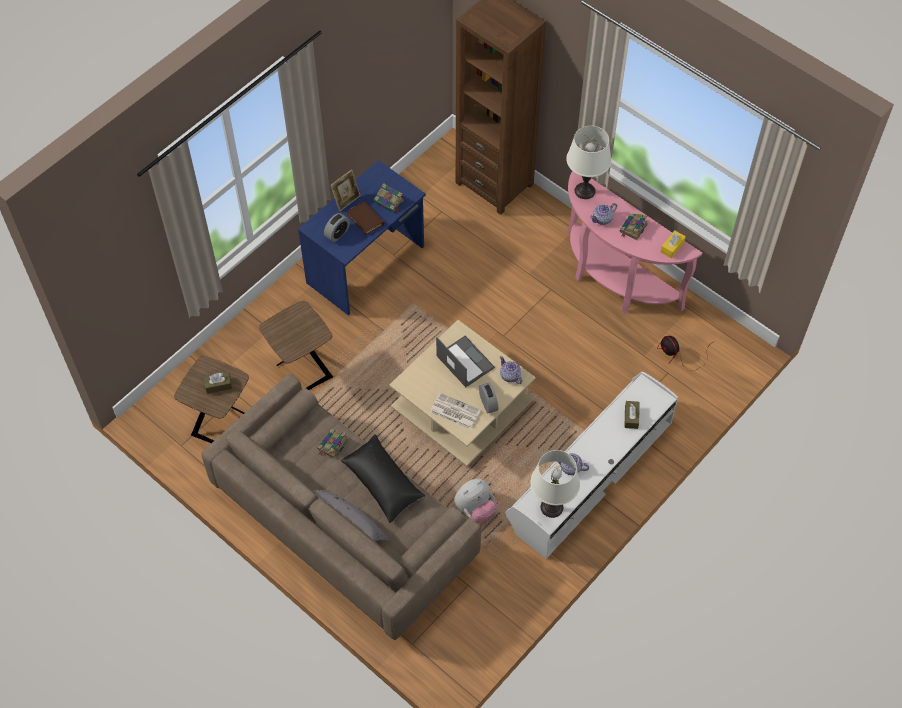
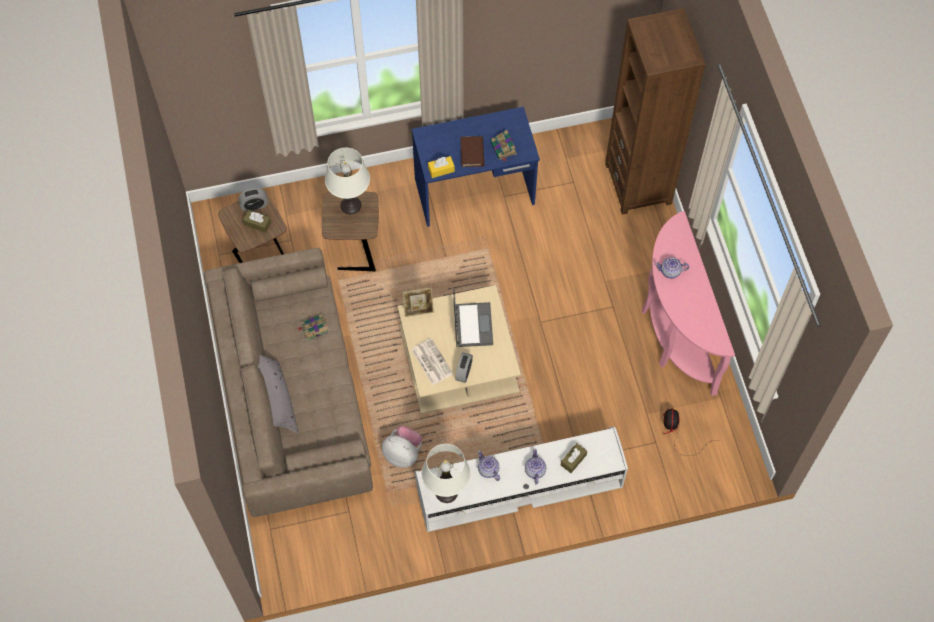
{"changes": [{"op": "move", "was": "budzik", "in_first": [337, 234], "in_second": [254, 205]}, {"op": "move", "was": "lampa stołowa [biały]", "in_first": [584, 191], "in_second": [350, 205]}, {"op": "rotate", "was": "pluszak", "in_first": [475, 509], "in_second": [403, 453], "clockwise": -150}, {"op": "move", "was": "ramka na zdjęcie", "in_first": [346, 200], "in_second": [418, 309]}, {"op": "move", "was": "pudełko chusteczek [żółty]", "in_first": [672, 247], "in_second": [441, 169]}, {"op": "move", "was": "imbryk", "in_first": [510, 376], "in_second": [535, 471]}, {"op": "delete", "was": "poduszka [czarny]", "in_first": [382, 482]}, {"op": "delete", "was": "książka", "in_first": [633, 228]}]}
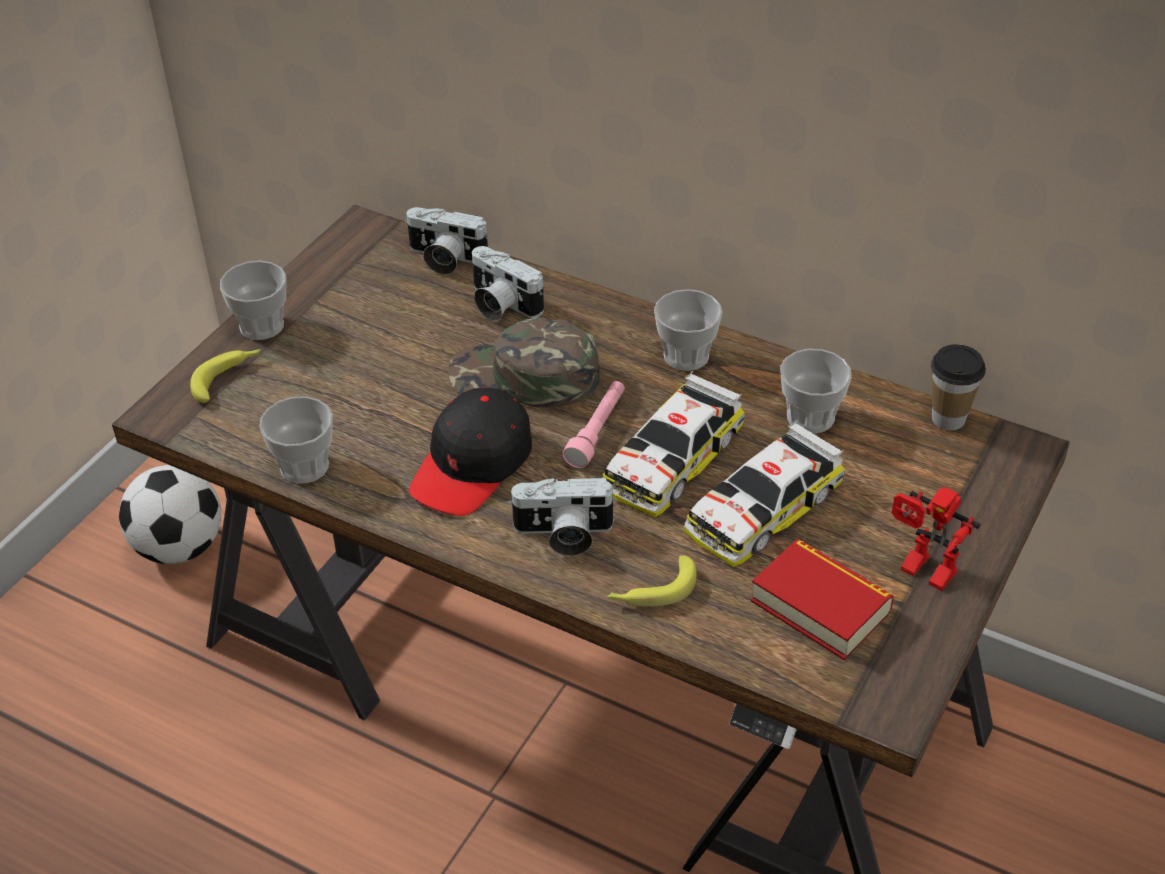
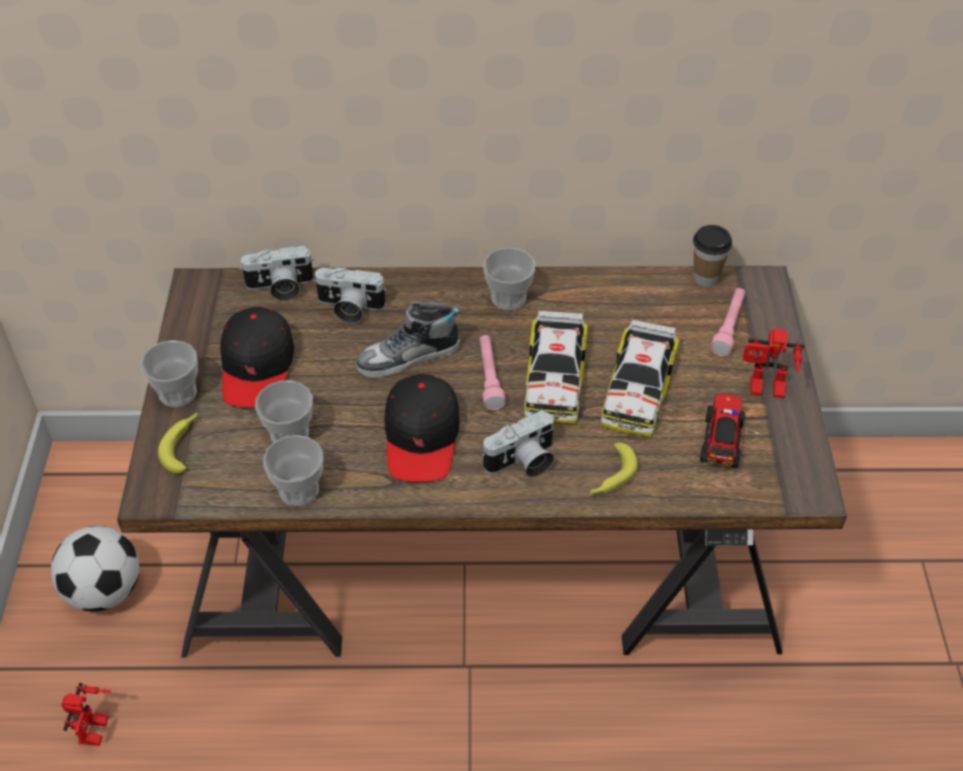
{"changes": [{"op": "insert", "now": "robot zabawkowy", "in_second": [97, 733]}, {"op": "insert", "now": "czapka z daszkiem [czarny]", "in_second": [257, 367]}, {"op": "move", "was": "filiżanka", "in_first": [810, 417], "in_second": [289, 434]}, {"op": "replace", "was": "czapka z daszkiem [zielony]", "now": "but", "in_first": [524, 377], "in_second": [408, 357]}, {"op": "replace", "was": "książka", "now": "ciężarówka zabawkowa", "in_first": [820, 606], "in_second": [721, 440]}, {"op": "insert", "now": "latarka [różowy]", "in_second": [729, 327]}]}
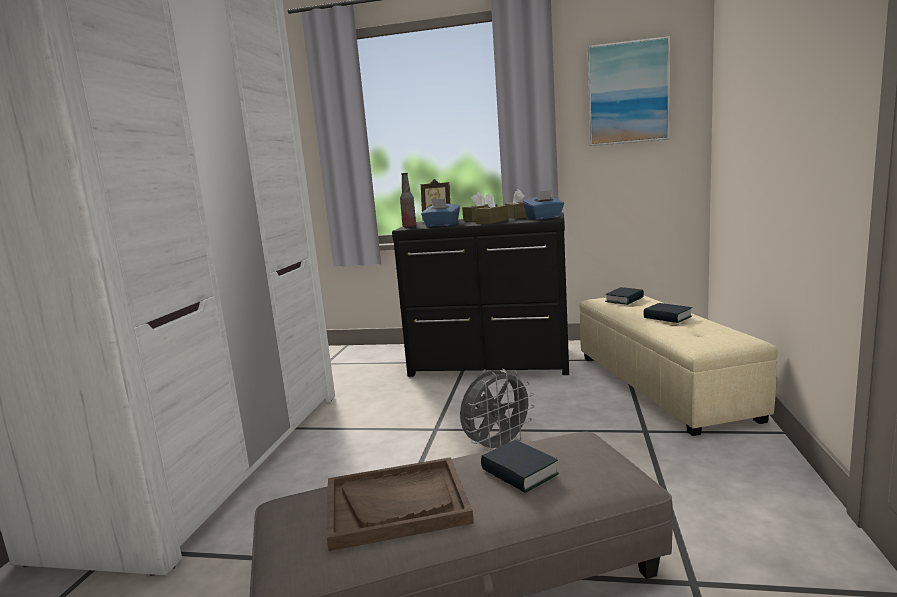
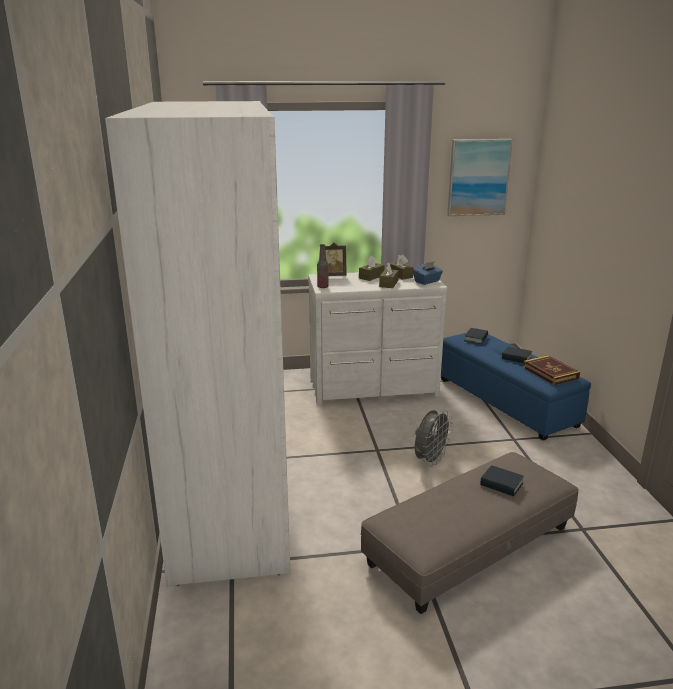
{"changes": [{"op": "recolor", "was": "komoda [czarny]", "now": "komoda [biały]", "in_first": [491, 364], "in_second": [374, 388]}, {"op": "recolor", "was": "pufa [beżowy]", "now": "pufa [niebieski]", "in_first": [662, 385], "in_second": [506, 401]}, {"op": "insert", "now": "książka", "in_second": [550, 373]}, {"op": "delete", "was": "taca [brązowy]", "in_first": [397, 505]}, {"op": "delete", "was": "pudełko chusteczek [niebieski]", "in_first": [441, 225]}]}
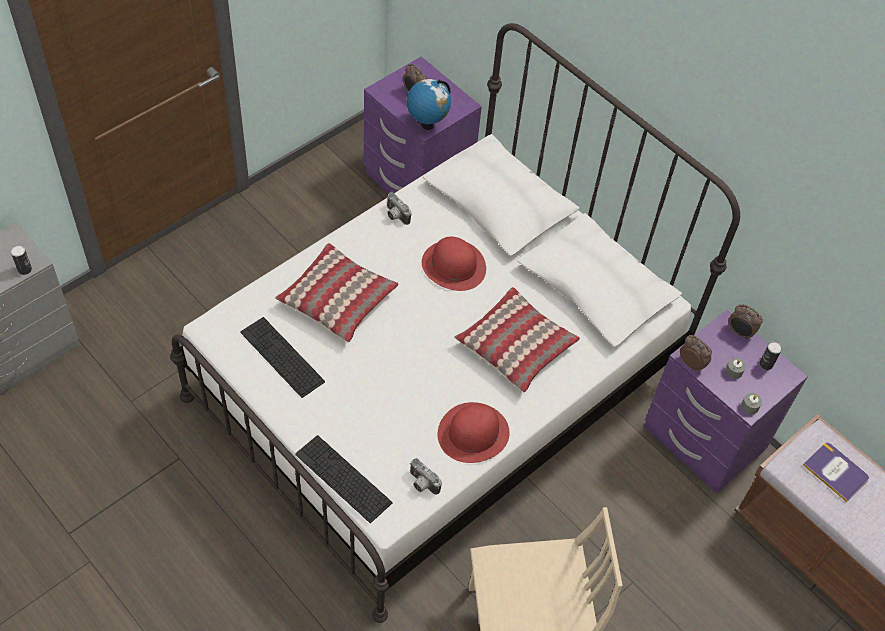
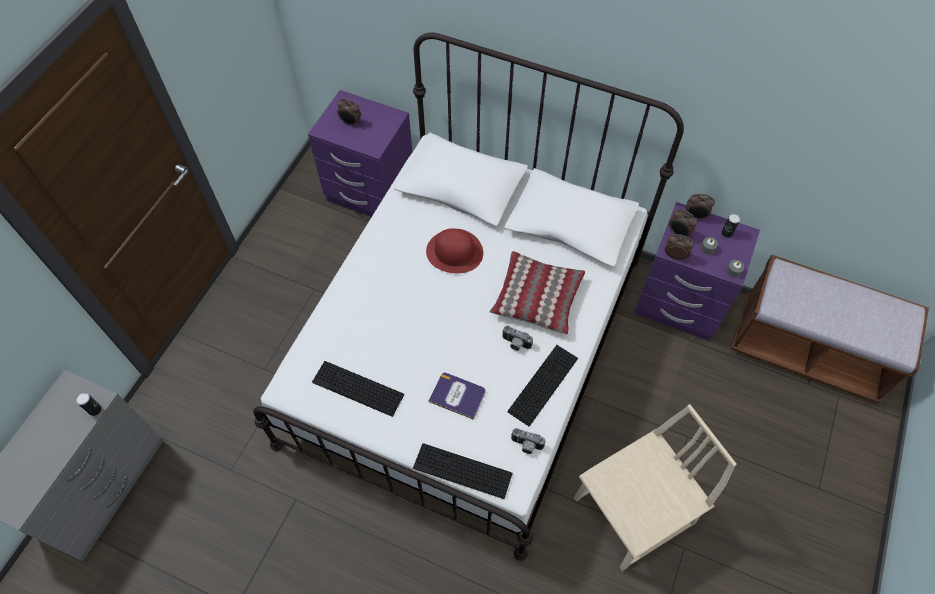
{"changes": [{"op": "move", "was": "książka", "in_first": [836, 472], "in_second": [457, 395]}, {"op": "move", "was": "aparat fotograficzny", "in_first": [395, 216], "in_second": [515, 344]}, {"op": "replace", "was": "kapelusz [czerwony]", "now": "klawiatura", "in_first": [473, 433], "in_second": [543, 384]}, {"op": "insert", "now": "budzik", "in_second": [678, 233]}, {"op": "delete", "was": "poduszka", "in_first": [337, 299]}, {"op": "delete", "was": "globus", "in_first": [427, 124]}]}
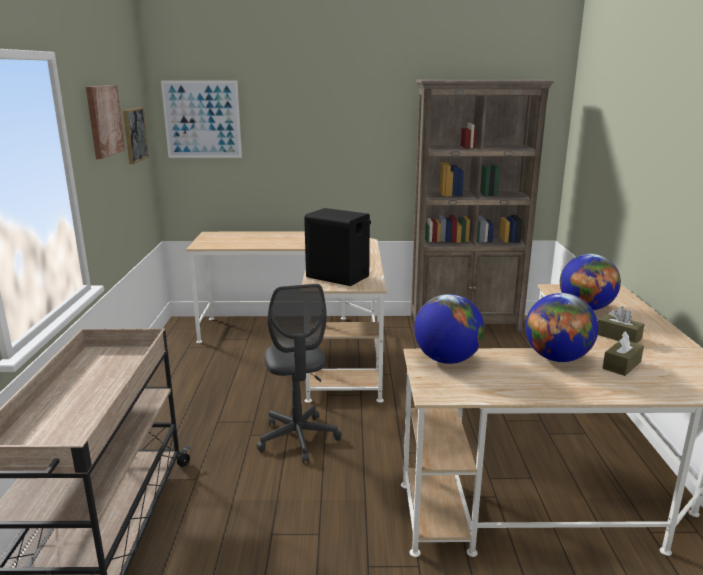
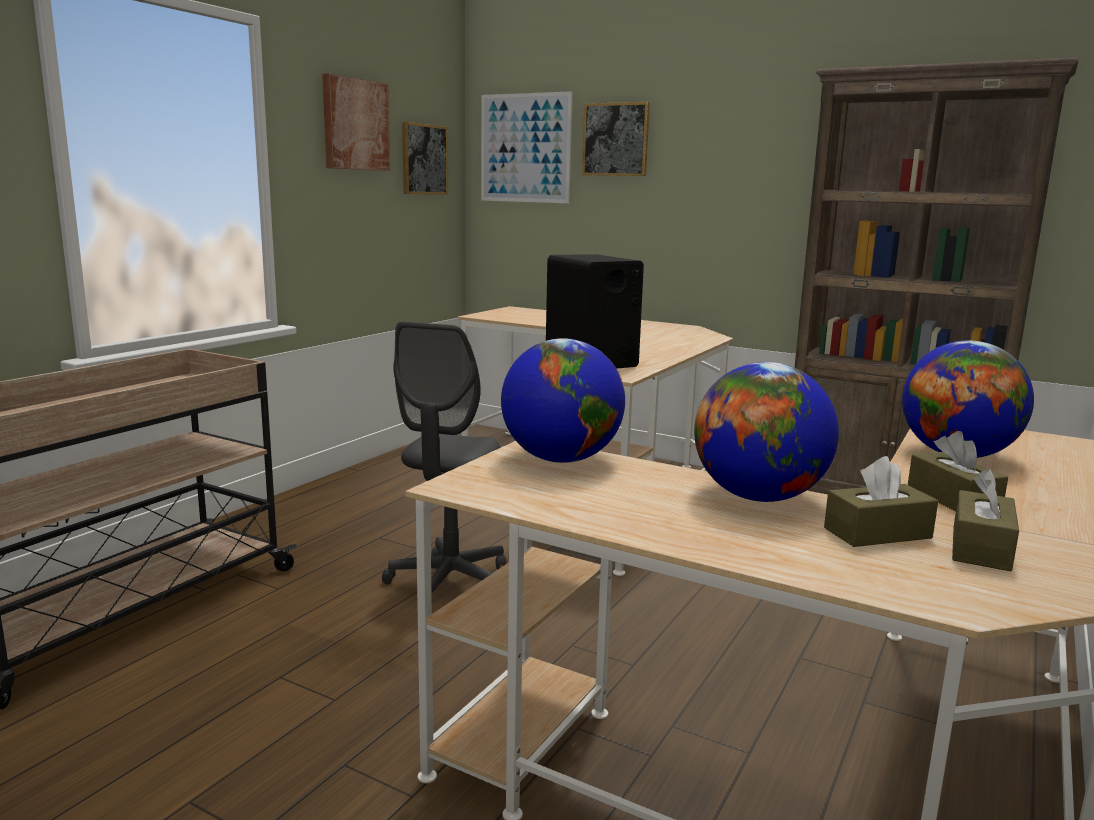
{"changes": [{"op": "insert", "now": "obraz", "in_second": [616, 139]}, {"op": "insert", "now": "pudełko chusteczek [brązowy]", "in_second": [980, 548]}]}
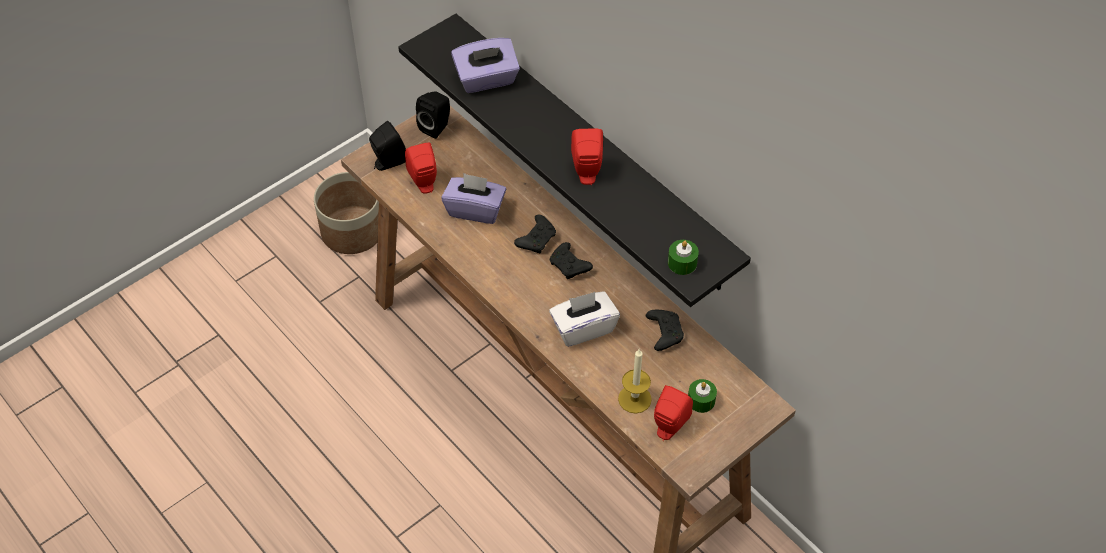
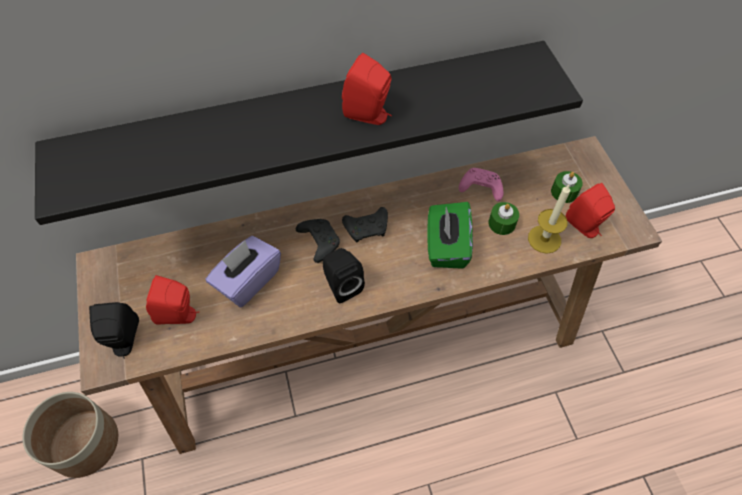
{"changes": [{"op": "move", "was": "głośnik [czarny]", "in_first": [436, 127], "in_second": [342, 285]}, {"op": "recolor", "was": "pudełko chusteczek [biały]", "now": "pudełko chusteczek [zielony]", "in_first": [583, 328], "in_second": [446, 246]}, {"op": "recolor", "was": "pad do gier [czarny]", "now": "pad do gier [różowy]", "in_first": [664, 332], "in_second": [479, 188]}, {"op": "move", "was": "świeca [zielony]", "in_first": [682, 263], "in_second": [502, 223]}, {"op": "delete", "was": "pudełko chusteczek [fioletowy]", "in_first": [486, 80]}]}
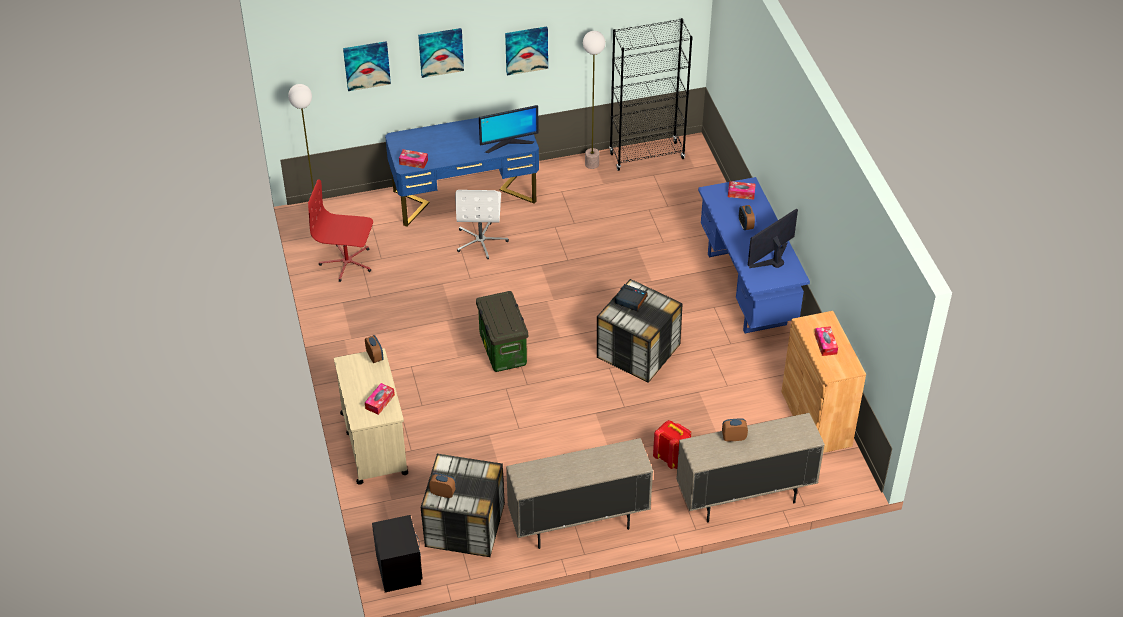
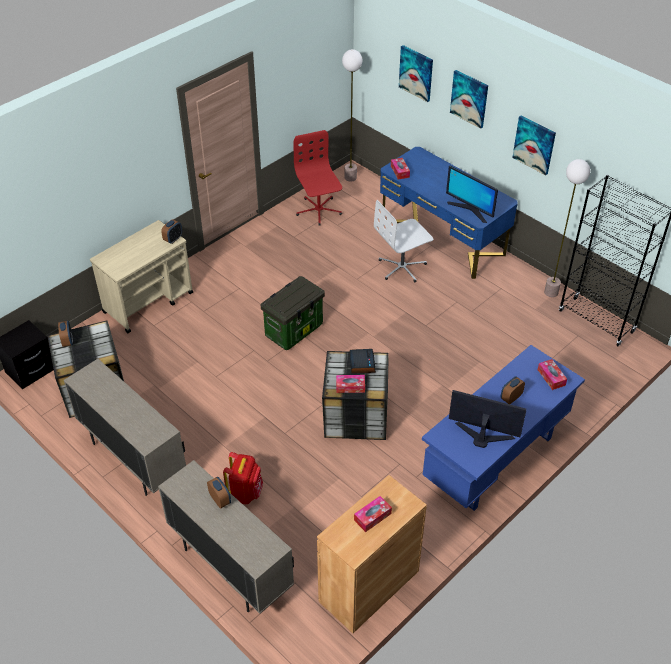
{"changes": [{"op": "move", "was": "pudełko chusteczek", "in_first": [380, 402], "in_second": [350, 387]}]}
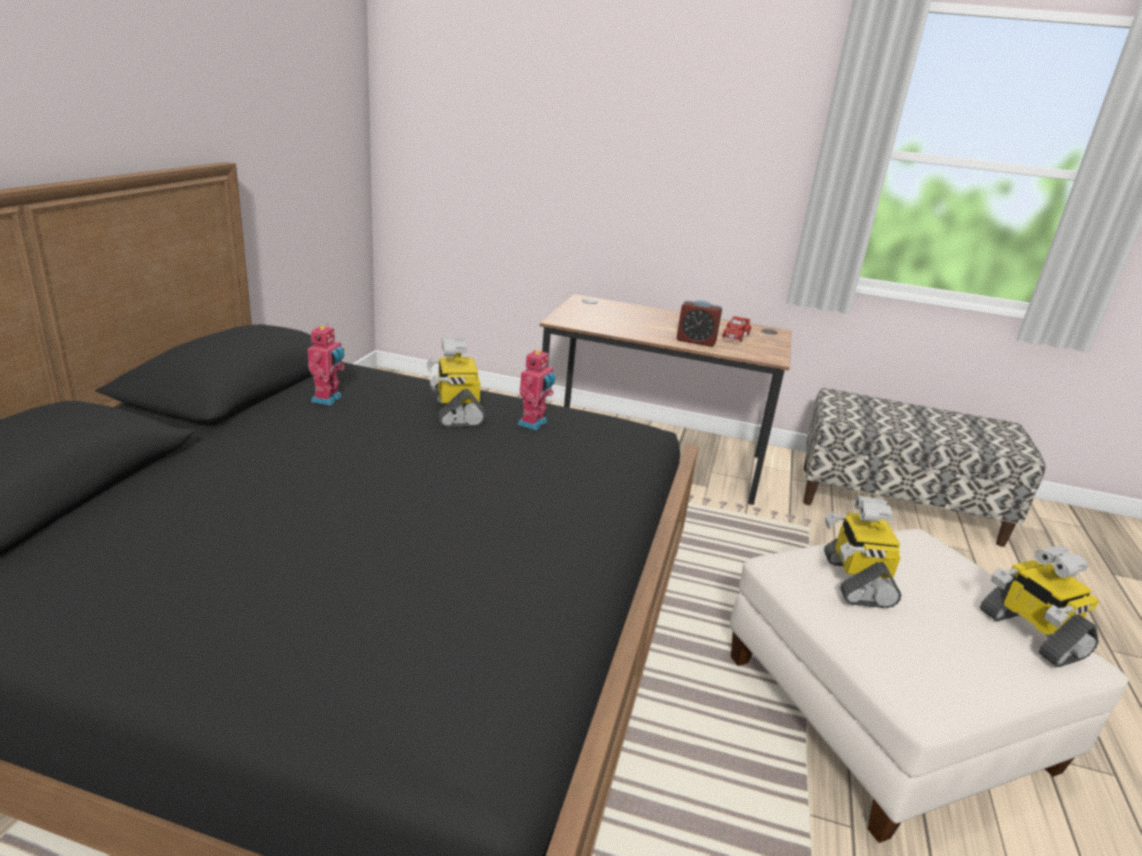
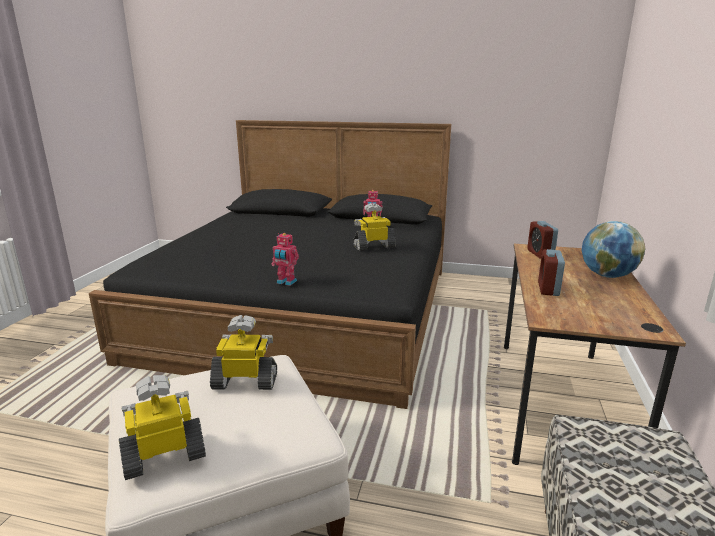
{"changes": [{"op": "move", "was": "robot zabawkowy", "in_first": [534, 423], "in_second": [286, 282]}, {"op": "insert", "now": "budzik", "in_second": [540, 254]}, {"op": "insert", "now": "globus", "in_second": [607, 275]}, {"op": "delete", "was": "ciężarówka zabawkowa", "in_first": [735, 336]}]}
